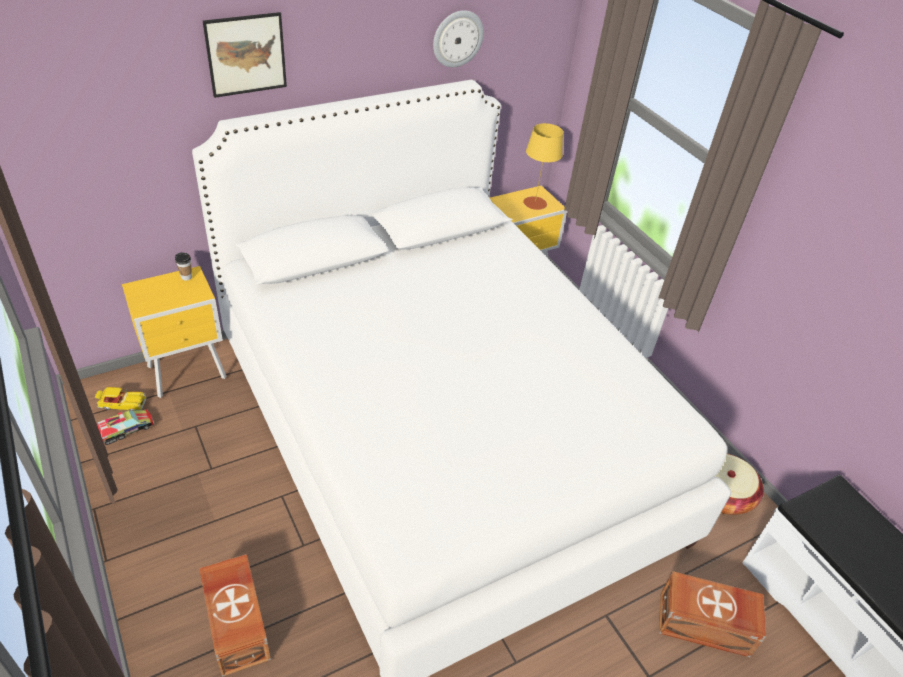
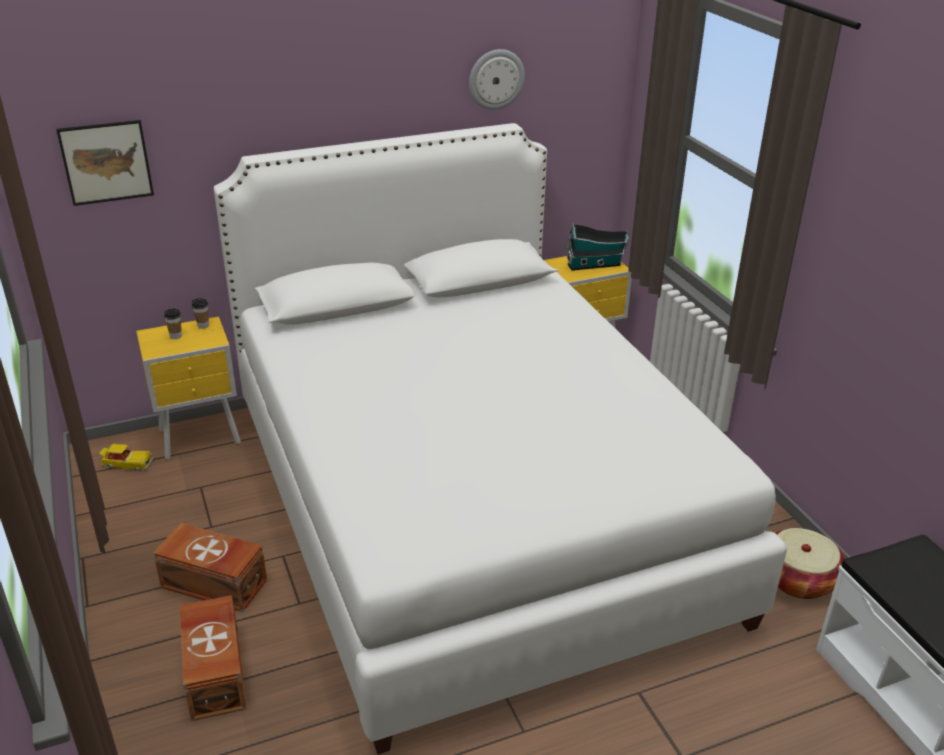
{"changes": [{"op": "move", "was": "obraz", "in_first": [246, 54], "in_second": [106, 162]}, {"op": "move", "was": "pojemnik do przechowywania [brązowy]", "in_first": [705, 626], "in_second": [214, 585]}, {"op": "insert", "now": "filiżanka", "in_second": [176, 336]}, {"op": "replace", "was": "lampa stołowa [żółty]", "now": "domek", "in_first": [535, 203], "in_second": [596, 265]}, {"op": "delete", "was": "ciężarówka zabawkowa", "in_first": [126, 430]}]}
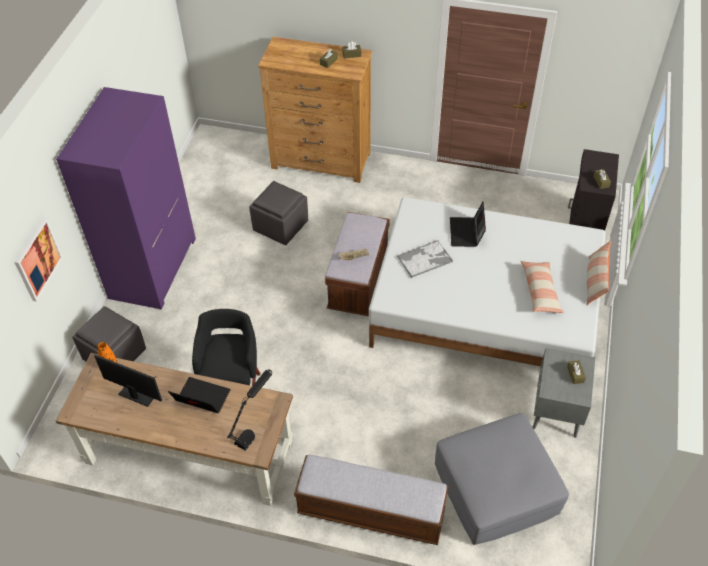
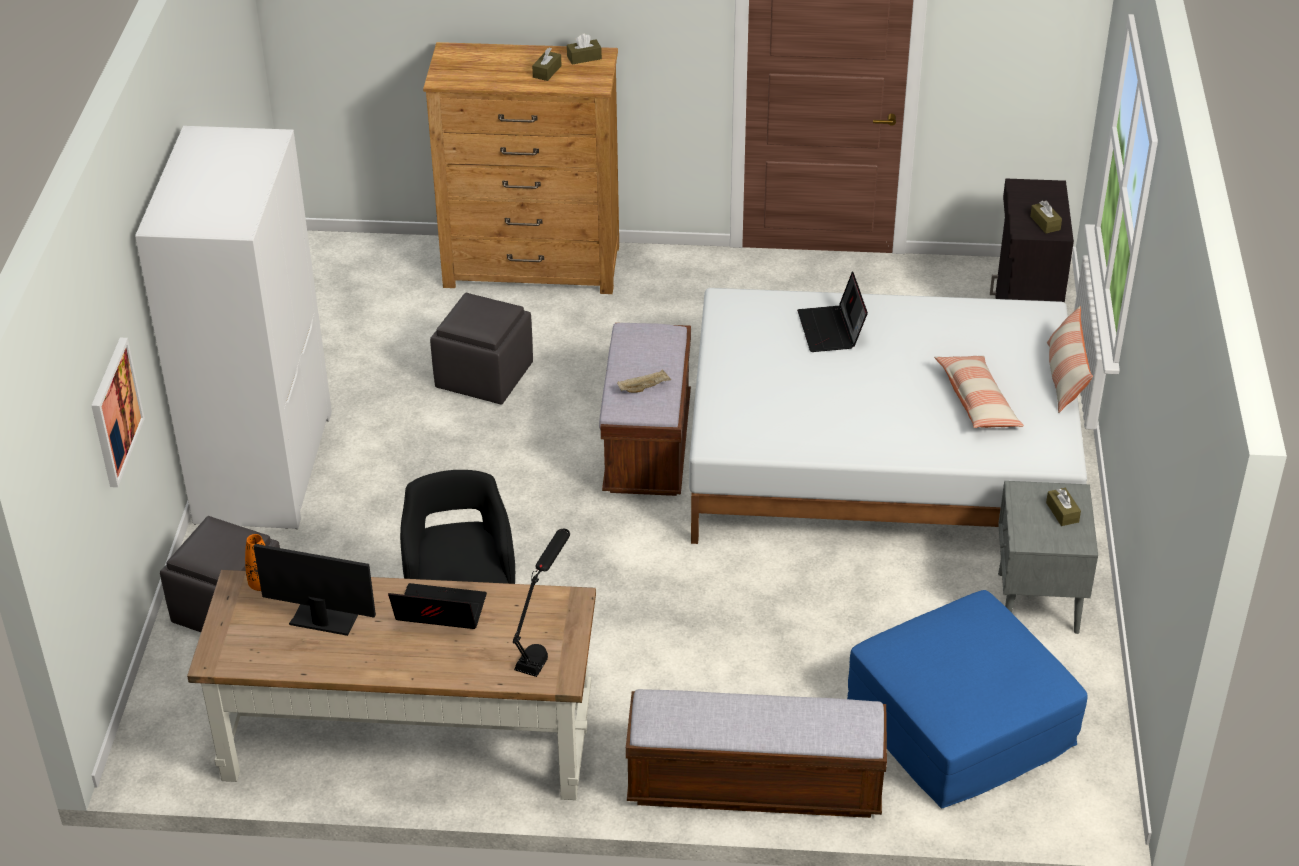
{"changes": [{"op": "recolor", "was": "szafa [fioletowy]", "now": "szafa [biały]", "in_first": [152, 267], "in_second": [263, 466]}, {"op": "recolor", "was": "pufa [szary]", "now": "pufa [niebieski]", "in_first": [496, 488], "in_second": [961, 724]}, {"op": "delete", "was": "taca", "in_first": [425, 259]}]}
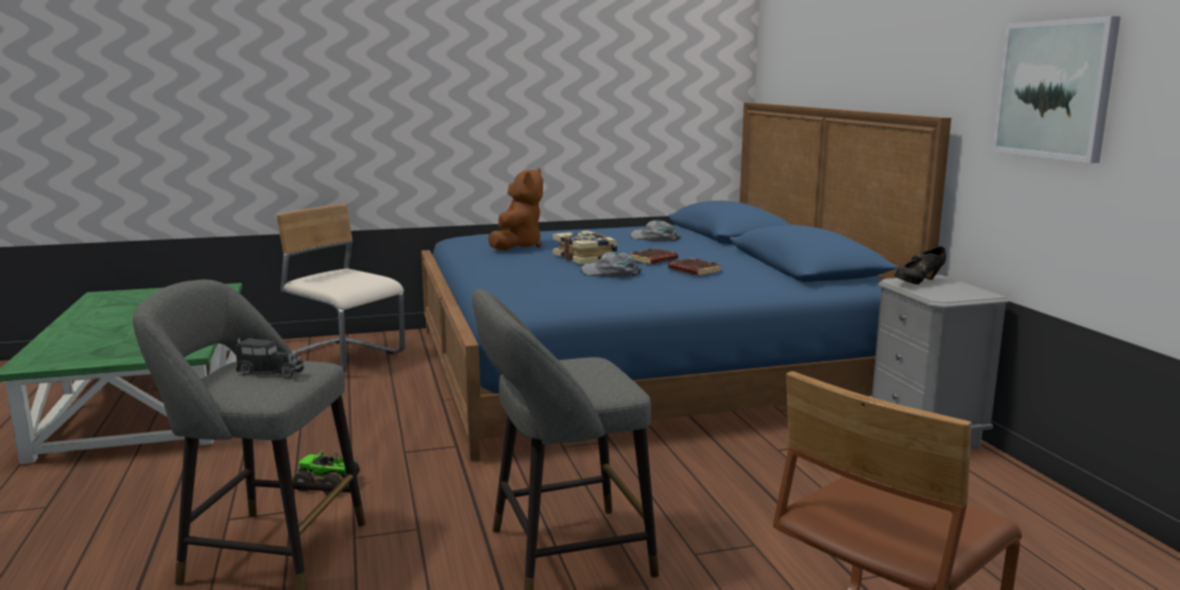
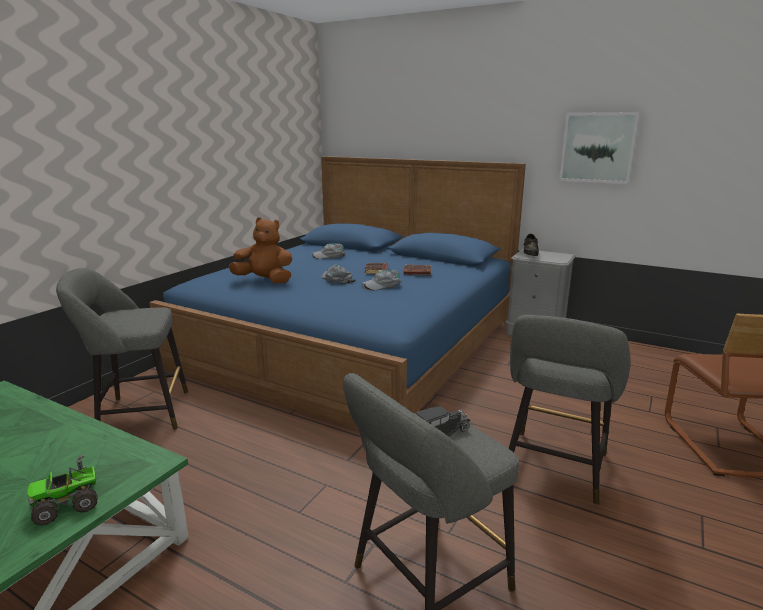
{"changes": [{"op": "move", "was": "ciężarówka zabawkowa", "in_first": [328, 484], "in_second": [68, 503]}, {"op": "replace", "was": "krzesło [beżowy]", "now": "stołek [szary]", "in_first": [343, 357], "in_second": [138, 414]}, {"op": "rotate", "was": "pluszak [brązowy]", "in_first": [517, 246], "in_second": [265, 281], "clockwise": -45}, {"op": "replace", "was": "książka", "now": "czapka z daszkiem [szary]", "in_first": [586, 258], "in_second": [336, 279]}]}
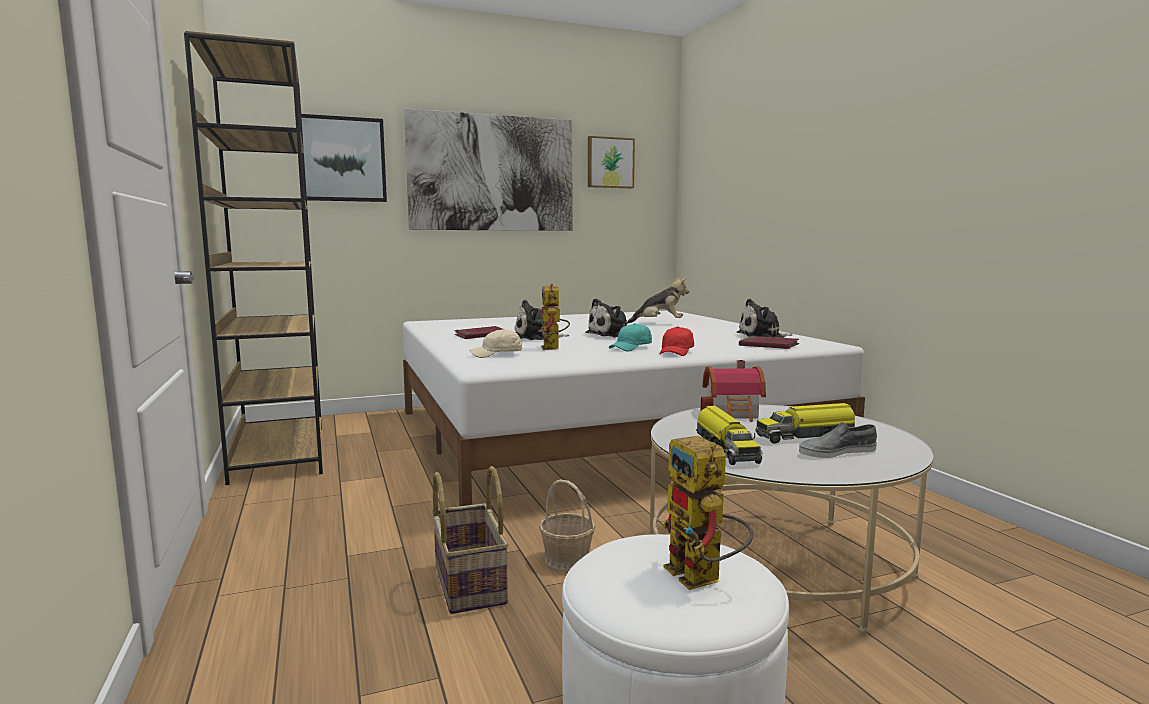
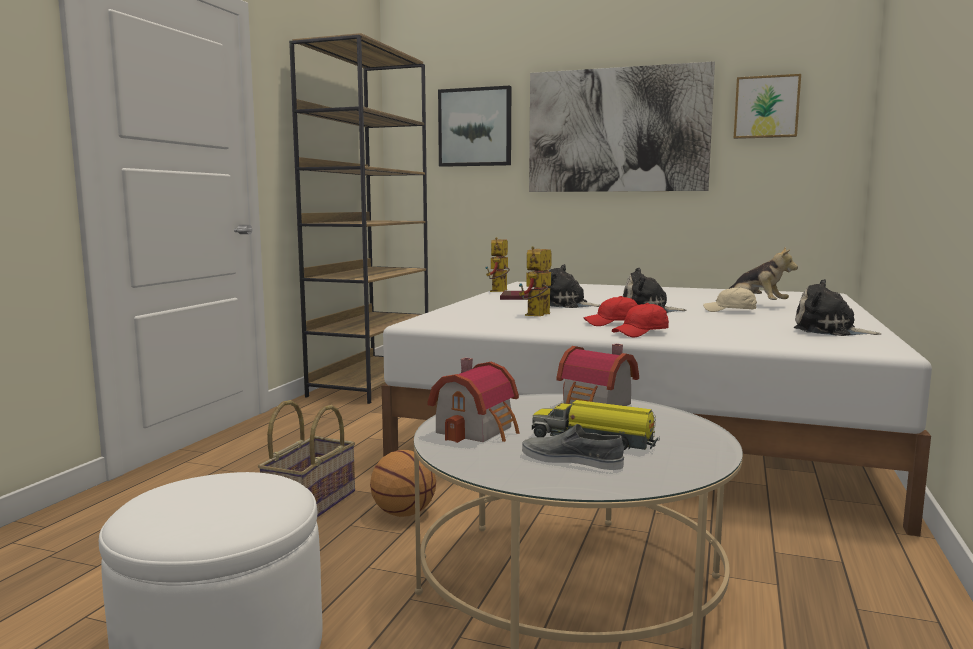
{"changes": [{"op": "replace", "was": "koszyk", "now": "piłka do koszykówki", "in_first": [567, 559], "in_second": [403, 513]}, {"op": "replace", "was": "ciężarówka zabawkowa", "now": "domek", "in_first": [726, 448], "in_second": [479, 430]}, {"op": "move", "was": "robot zabawkowy", "in_first": [703, 579], "in_second": [499, 291]}, {"op": "recolor", "was": "czapka z daszkiem [turkusowy]", "now": "czapka z daszkiem [czerwony]", "in_first": [631, 348], "in_second": [613, 324]}, {"op": "move", "was": "czapka z daszkiem [beżowy]", "in_first": [497, 355], "in_second": [730, 311]}, {"op": "delete", "was": "książka [czerwony]", "in_first": [768, 346]}]}
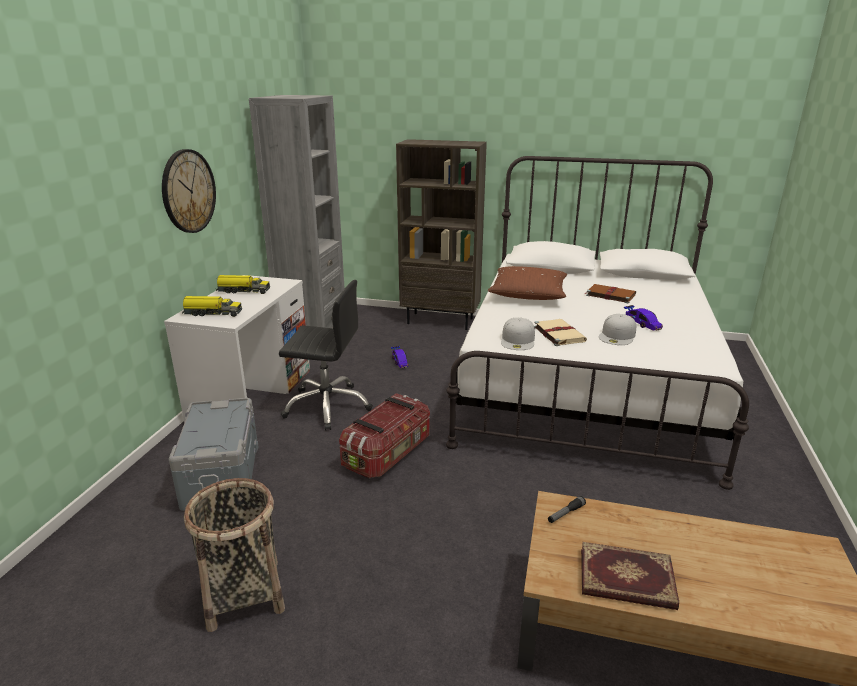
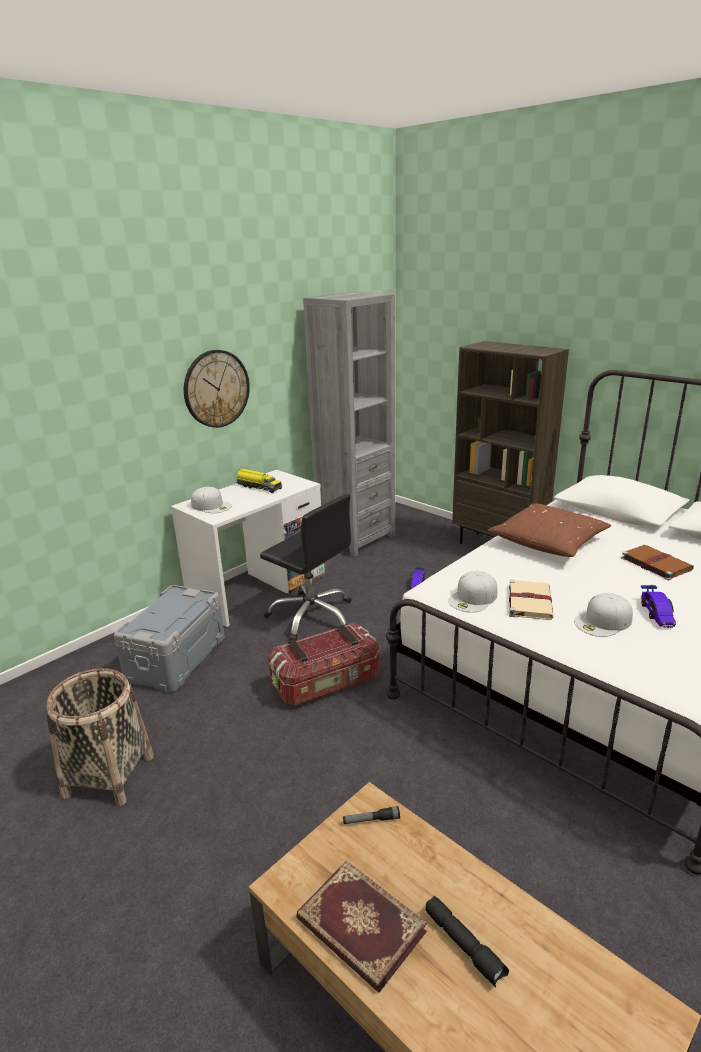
{"changes": [{"op": "replace", "was": "ciężarówka zabawkowa", "now": "czapka z daszkiem [biały]", "in_first": [212, 313], "in_second": [212, 506]}, {"op": "insert", "now": "latarka [czarny]", "in_second": [465, 945]}]}
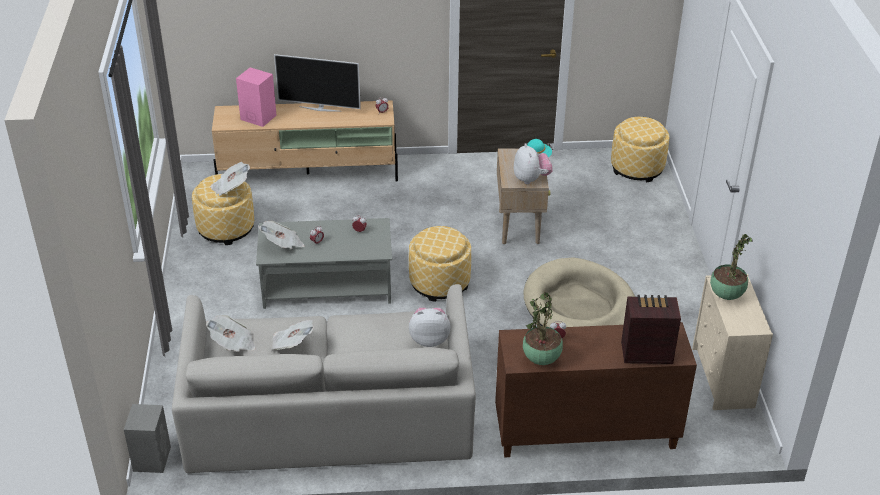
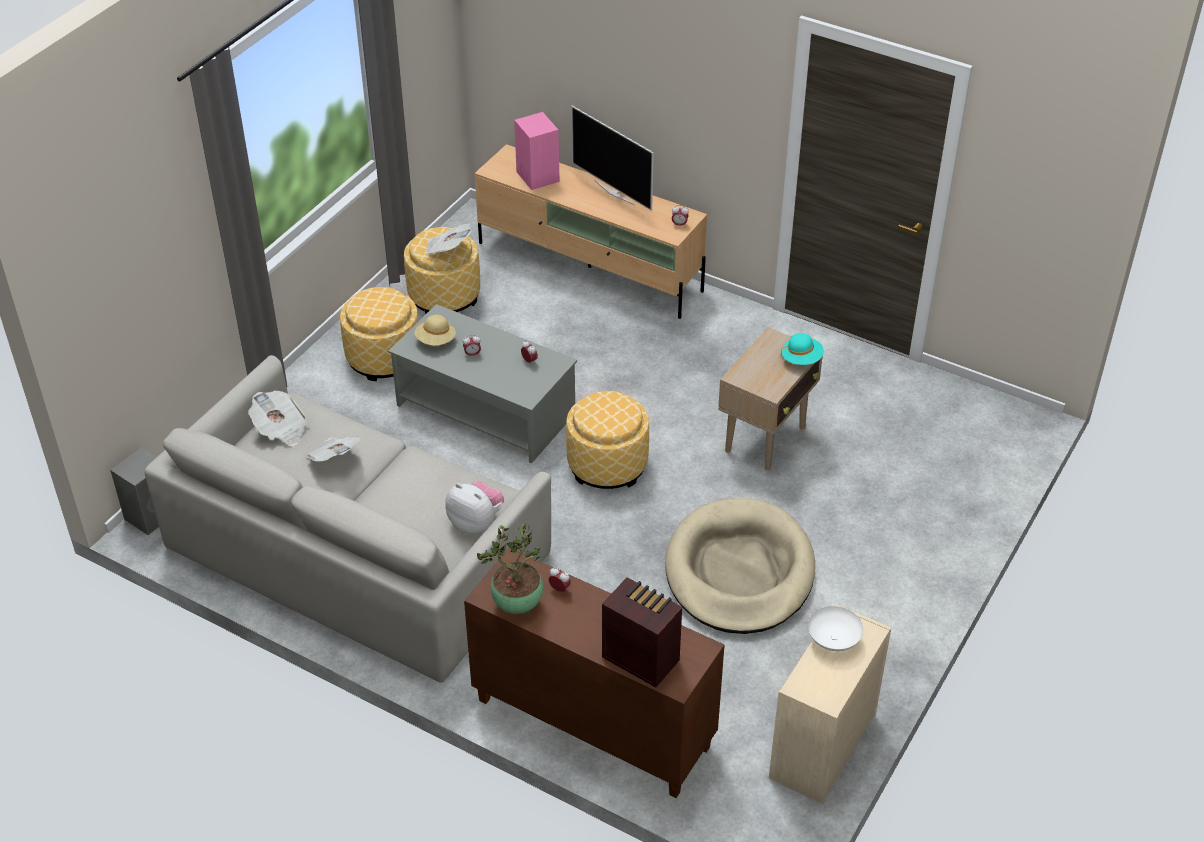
{"changes": [{"op": "move", "was": "pufa", "in_first": [637, 168], "in_second": [383, 357]}, {"op": "replace", "was": "gazeta", "now": "kapelusz [beżowy]", "in_first": [283, 244], "in_second": [436, 340]}, {"op": "replace", "was": "roślina doniczkowa", "now": "miska [biały]", "in_first": [726, 294], "in_second": [834, 640]}, {"op": "delete", "was": "pluszak", "in_first": [531, 179]}]}
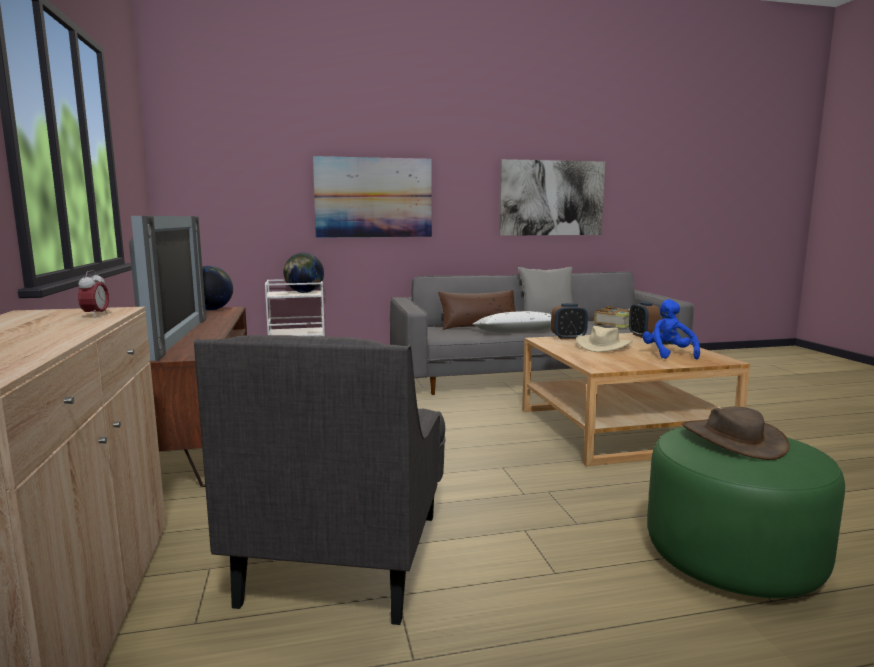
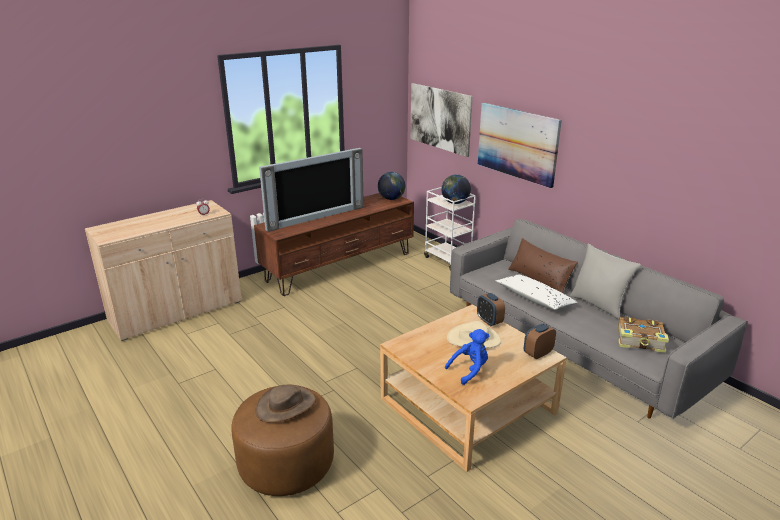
{"changes": [{"op": "recolor", "was": "pufa [zielony]", "now": "pufa [brązowy]", "in_first": [733, 557], "in_second": [286, 464]}, {"op": "move", "was": "obraz", "in_first": [552, 198], "in_second": [440, 118]}, {"op": "delete", "was": "fotel [szary]", "in_first": [345, 555]}]}
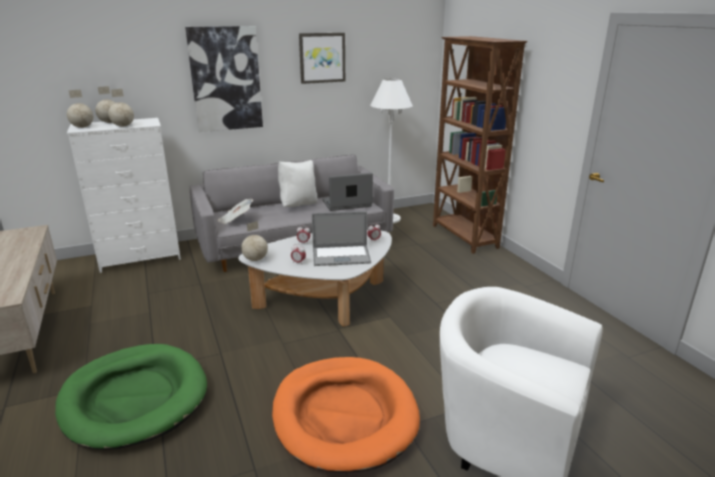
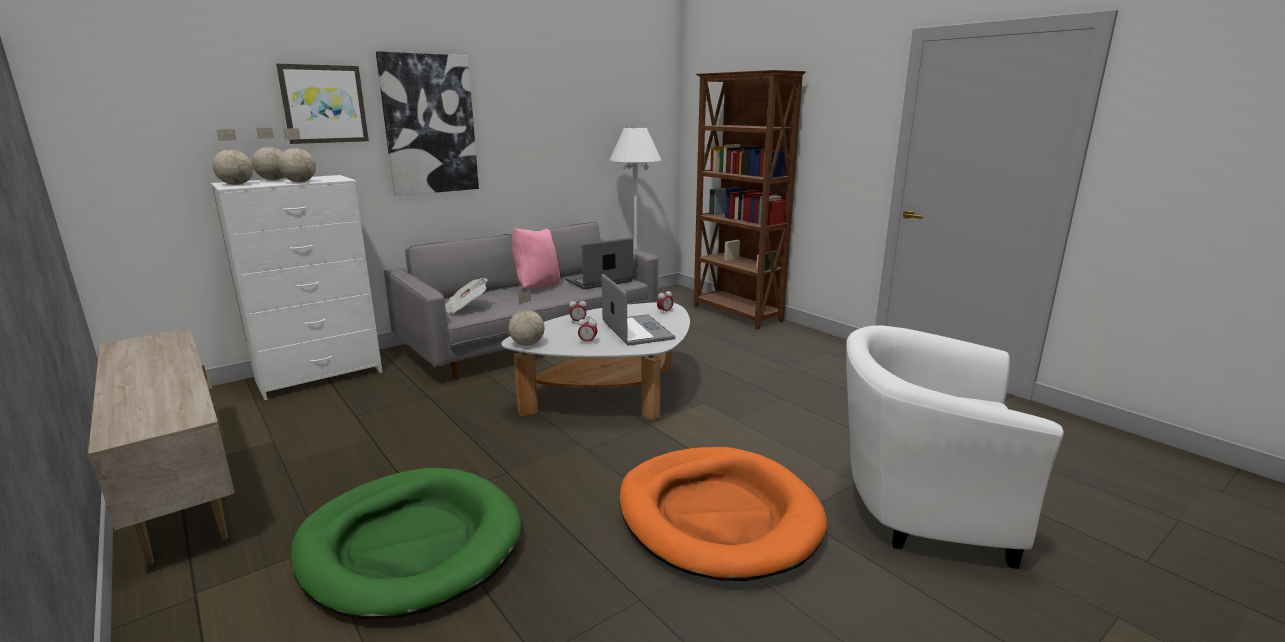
{"changes": [{"op": "move", "was": "obraz", "in_first": [322, 58], "in_second": [324, 104]}, {"op": "recolor", "was": "poduszka [biały]", "now": "poduszka [różowy]", "in_first": [298, 205], "in_second": [537, 287]}, {"op": "rotate", "was": "laptop", "in_first": [341, 256], "in_second": [637, 330], "clockwise": -90}]}
